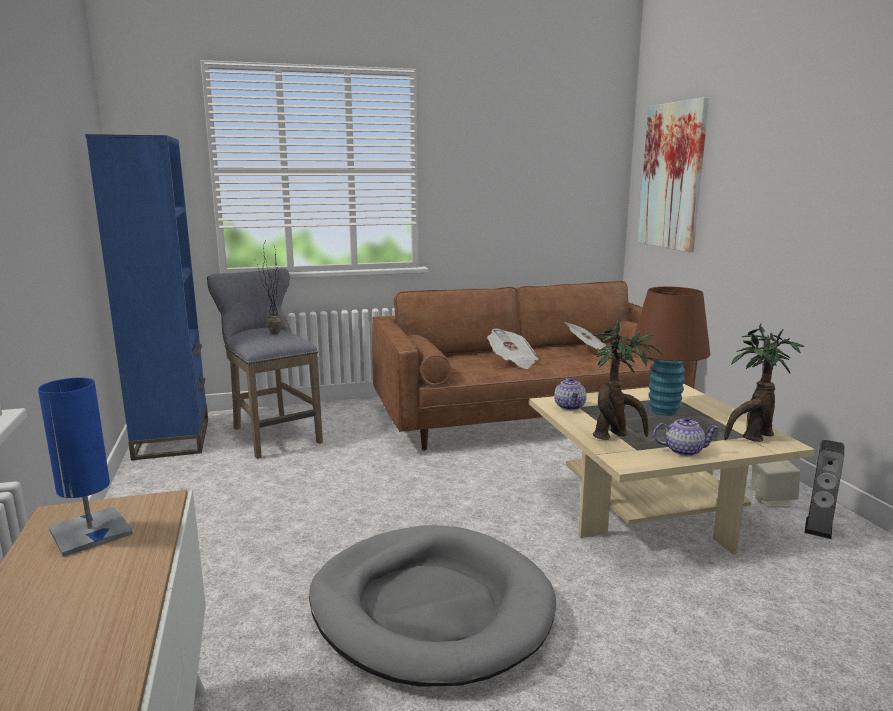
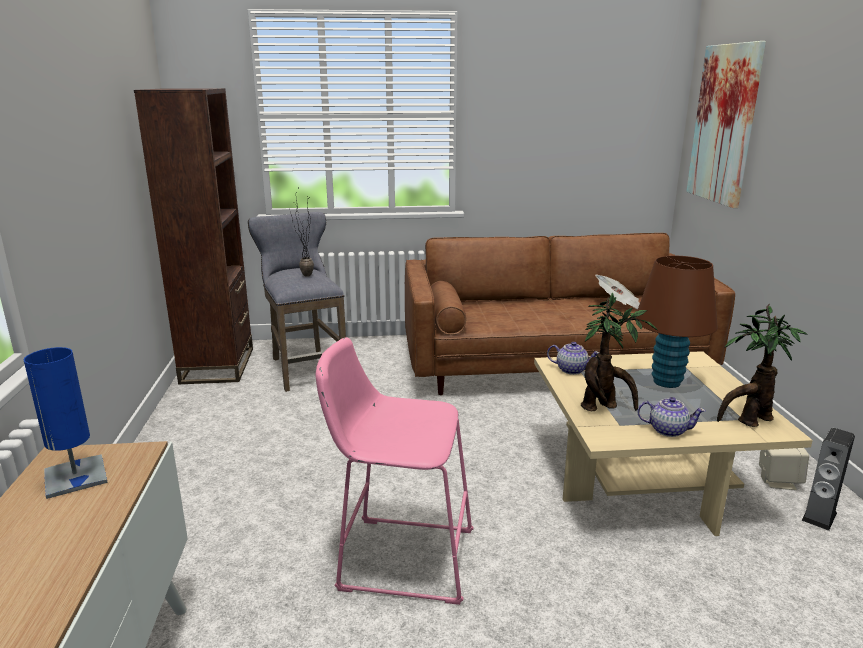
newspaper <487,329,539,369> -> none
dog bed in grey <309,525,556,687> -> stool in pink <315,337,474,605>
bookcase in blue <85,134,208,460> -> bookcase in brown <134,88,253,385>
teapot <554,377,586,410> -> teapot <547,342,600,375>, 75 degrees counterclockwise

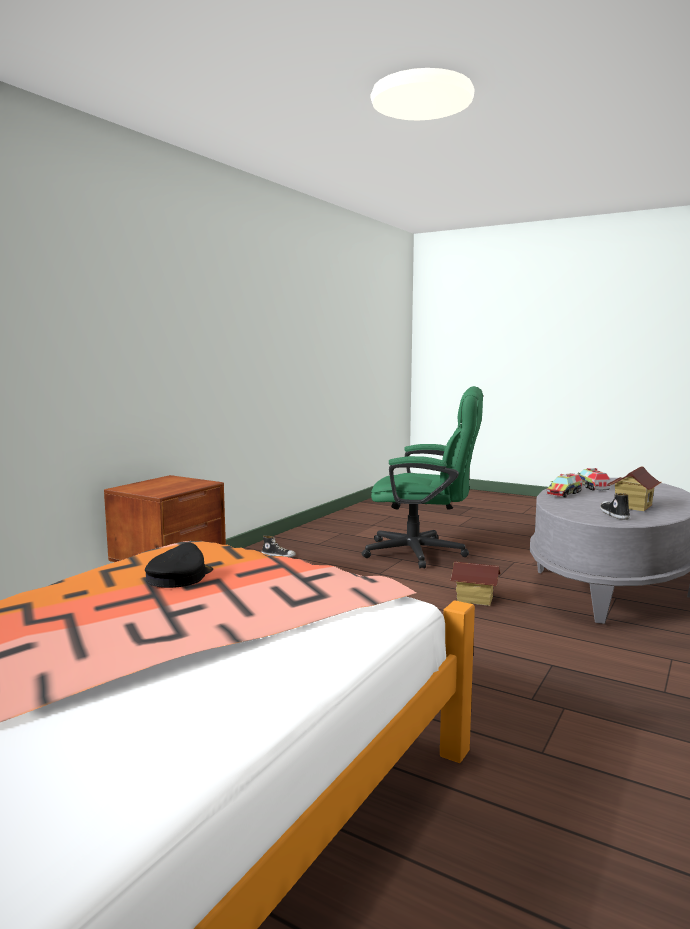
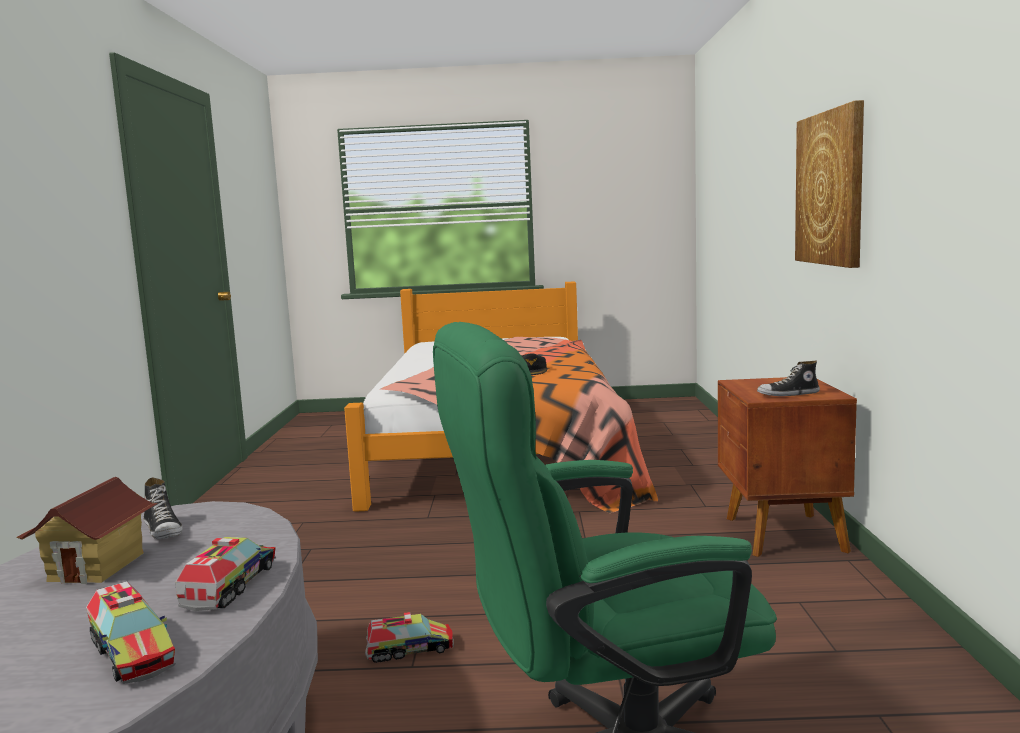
none -> picture <795,100,864,268>
shoe <262,535,296,557> -> shoe <757,360,820,396>, move
toy house <450,561,501,606> -> toy truck <365,612,454,663>

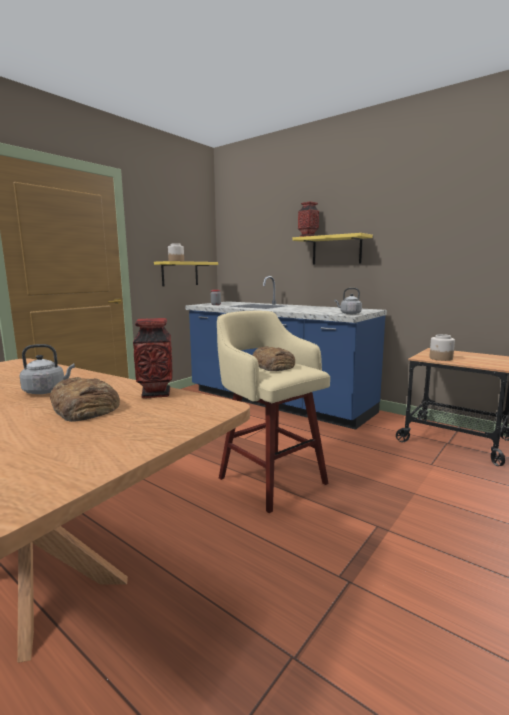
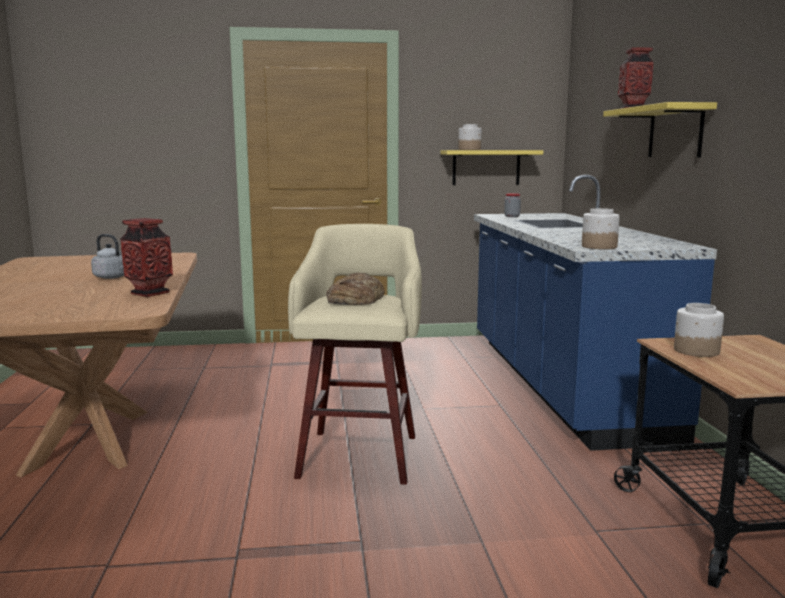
bread <50,377,120,422> -> none
kettle in grey <335,288,362,314> -> jar <582,208,620,249>

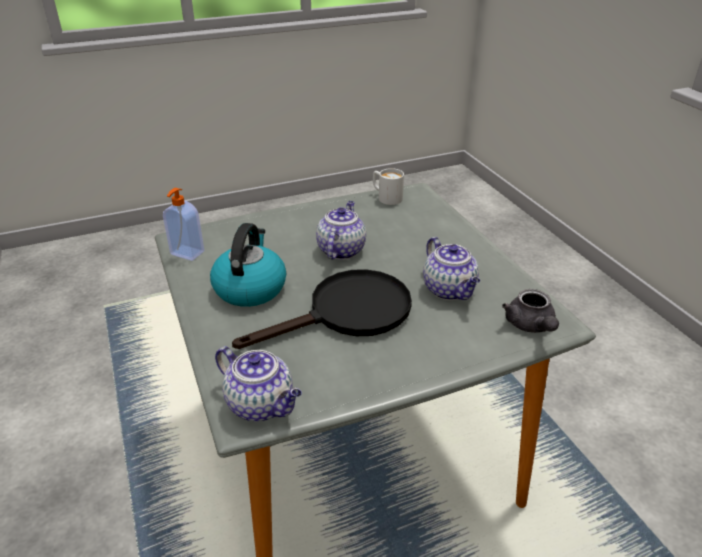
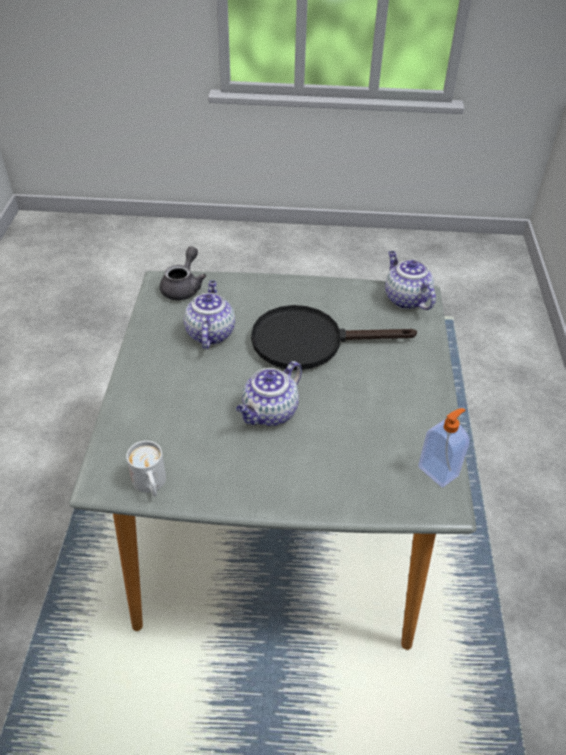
kettle <210,223,286,307> -> none

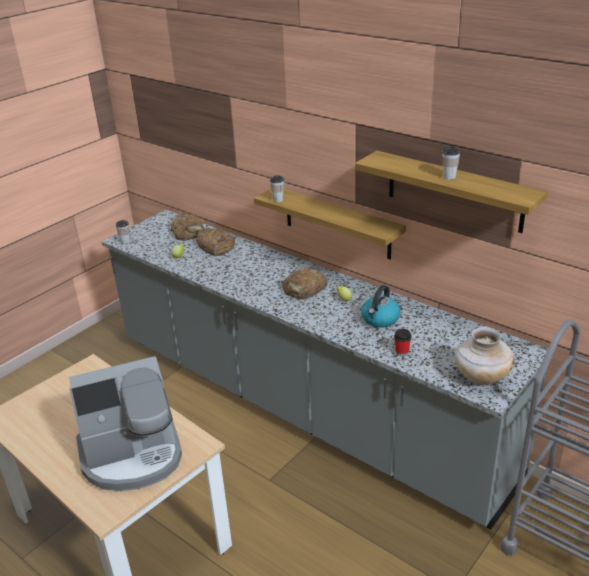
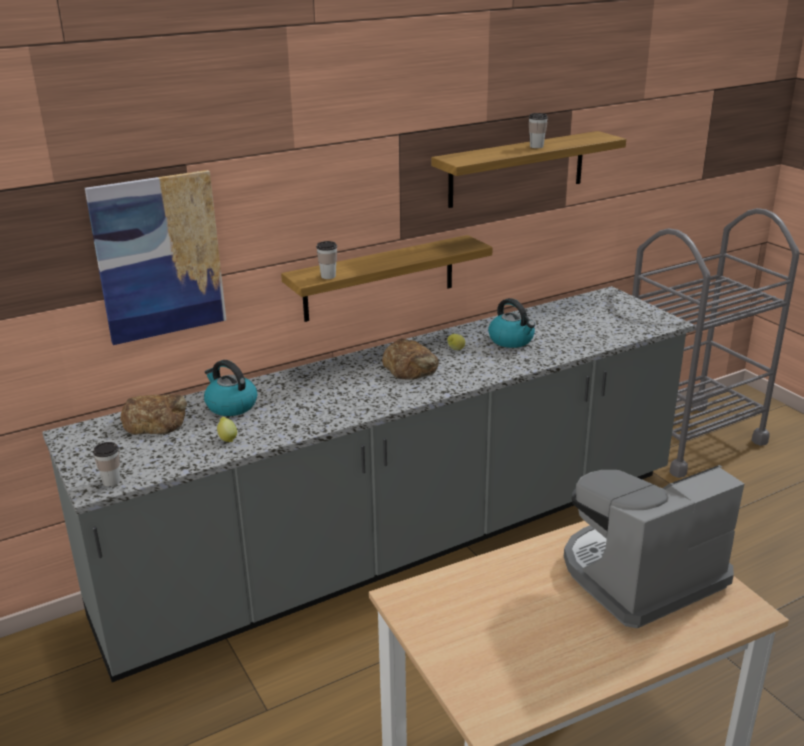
cup <394,329,411,356> -> none
vase in beige <454,327,515,385> -> none
none -> picture <85,170,226,345>
bread <196,228,235,256> -> kettle <204,360,257,416>
coffee machine <69,356,182,491> -> coffee machine <564,465,744,628>, 120 degrees counterclockwise

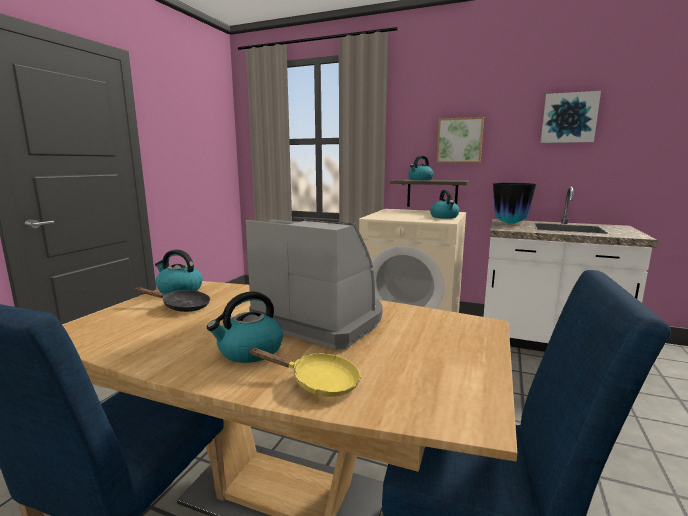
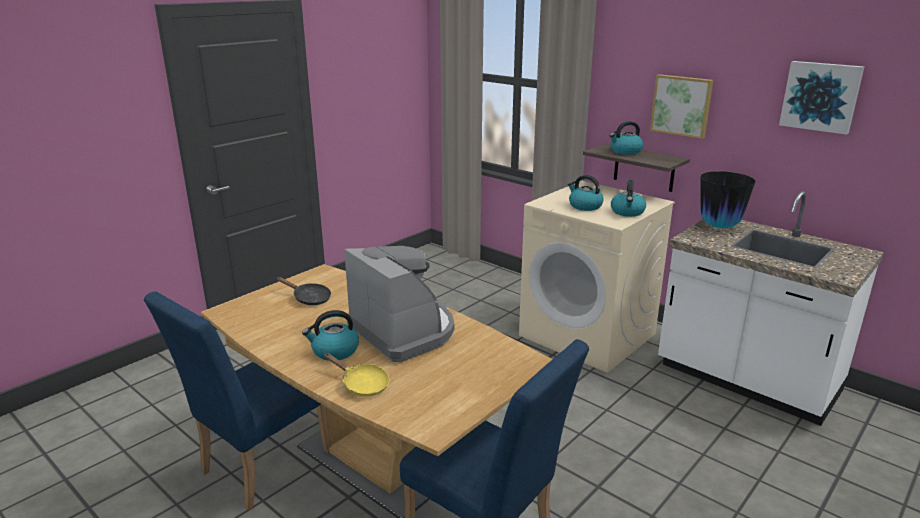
kettle <155,250,203,295> -> kettle <568,175,604,211>, move

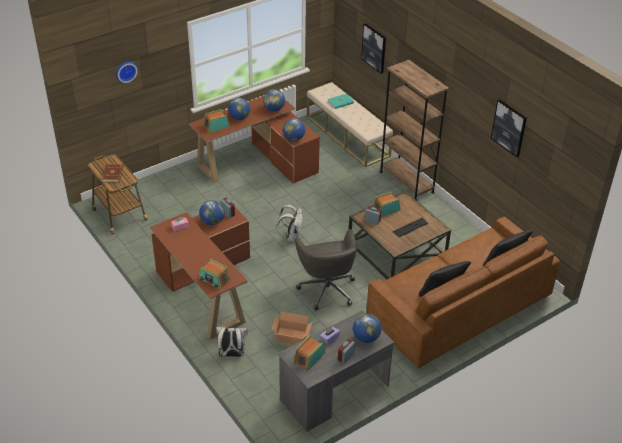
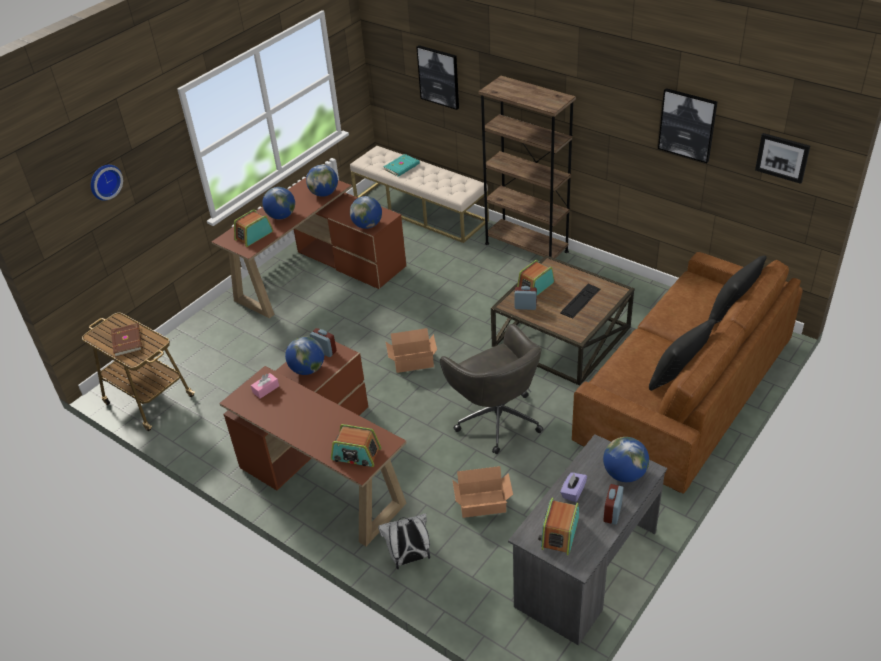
none -> picture <755,133,810,184>
backpack in white <276,205,303,242> -> cardboard box <386,328,437,373>

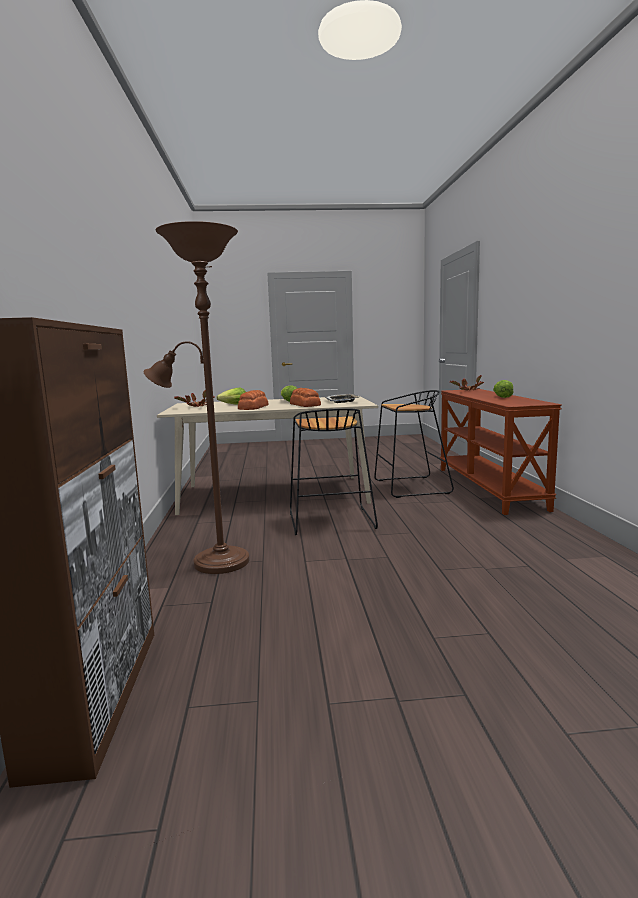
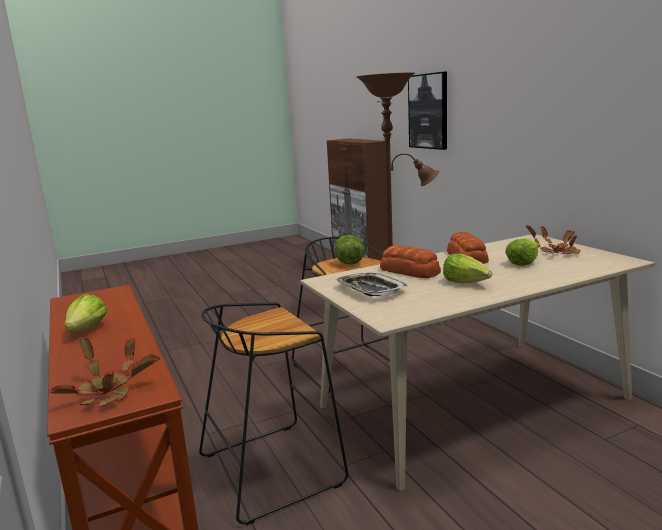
none -> lettuce <335,235,365,265>
none -> picture <408,71,447,150>

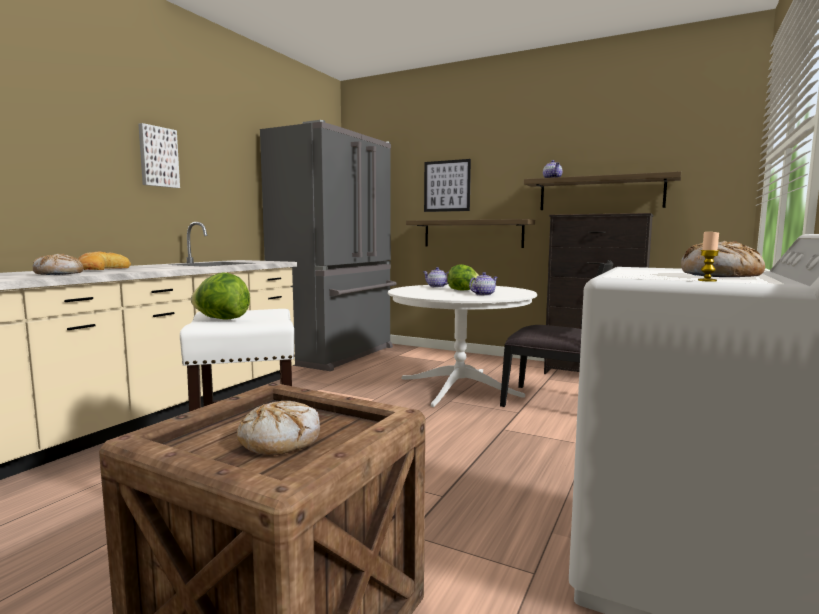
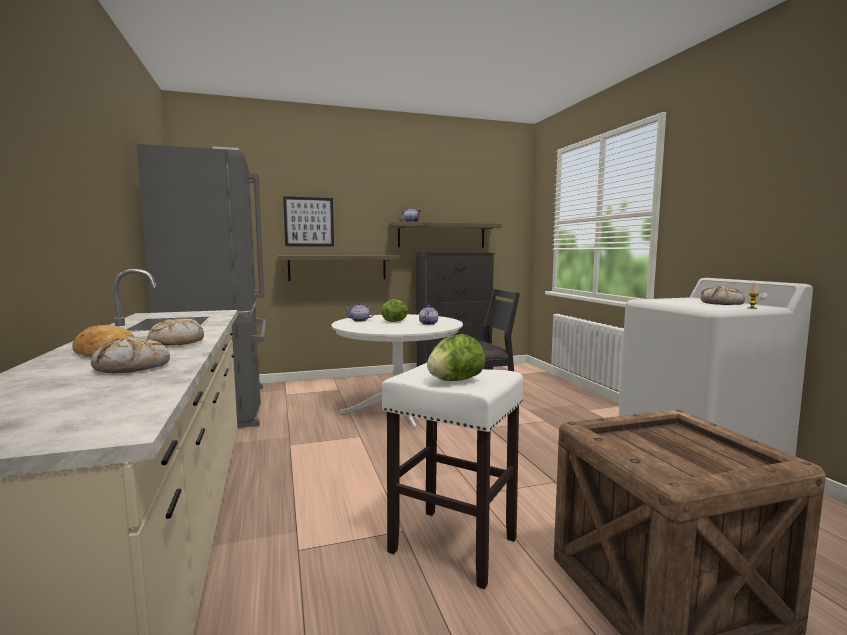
picture <138,123,180,188> -> none
bread <237,401,320,455> -> bread <148,319,204,345>, move

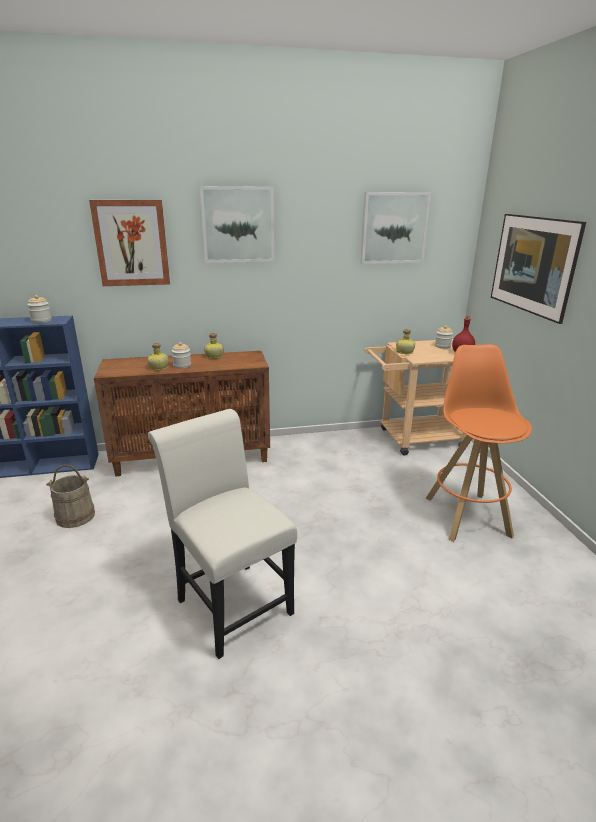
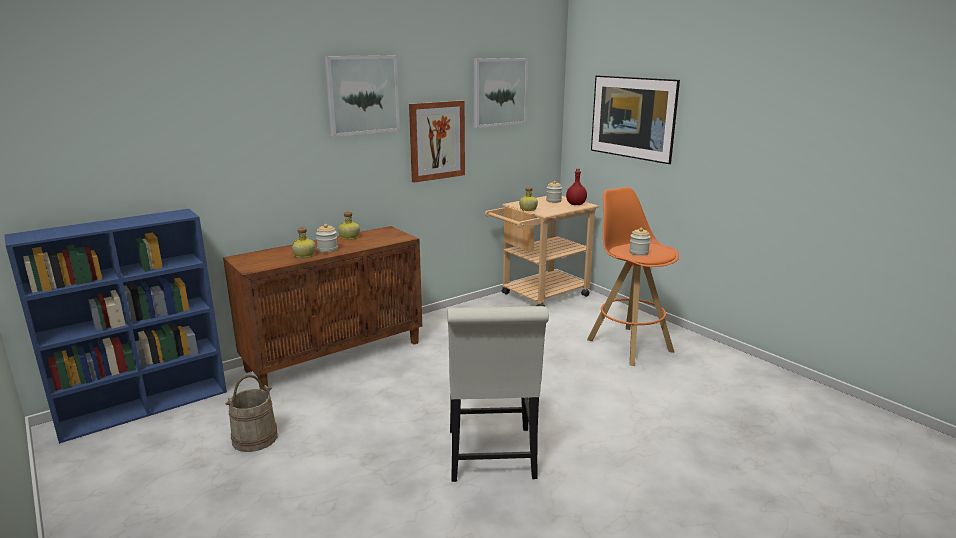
jar <27,295,52,323> -> jar <629,228,650,256>, move
picture <89,200,170,286> -> picture <409,101,465,183>, move
chair in white <148,409,297,659> -> chair in white <447,306,549,482>, 120 degrees counterclockwise

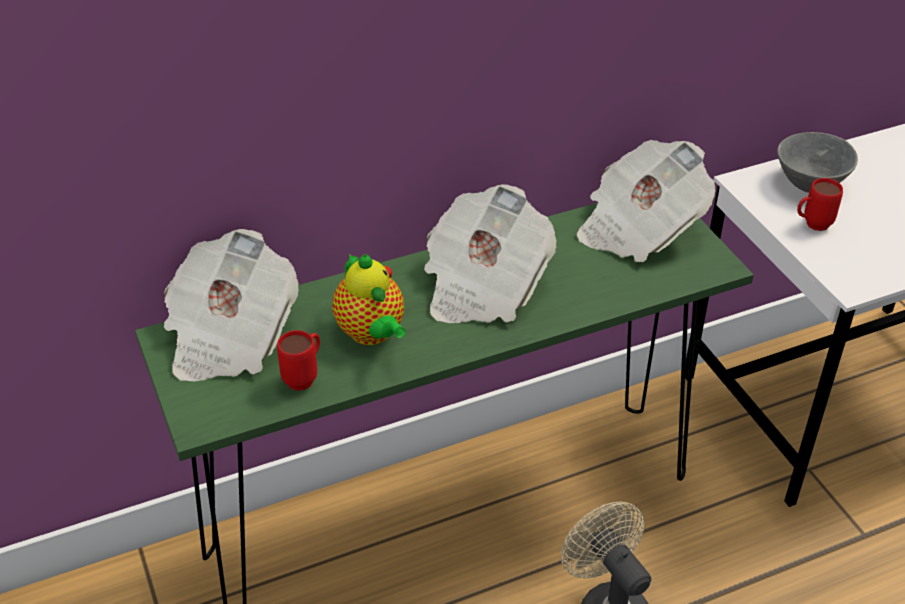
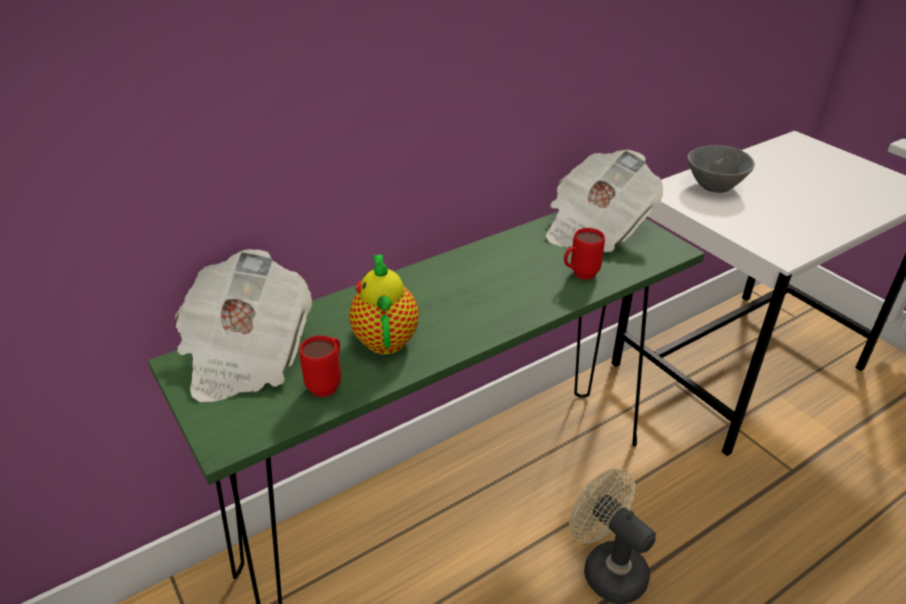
newspaper <424,184,557,323> -> none
mug in red <797,178,843,231> -> mug in red <564,228,605,280>, move
teapot <333,254,406,345> -> teapot <349,254,419,354>, 150 degrees counterclockwise

